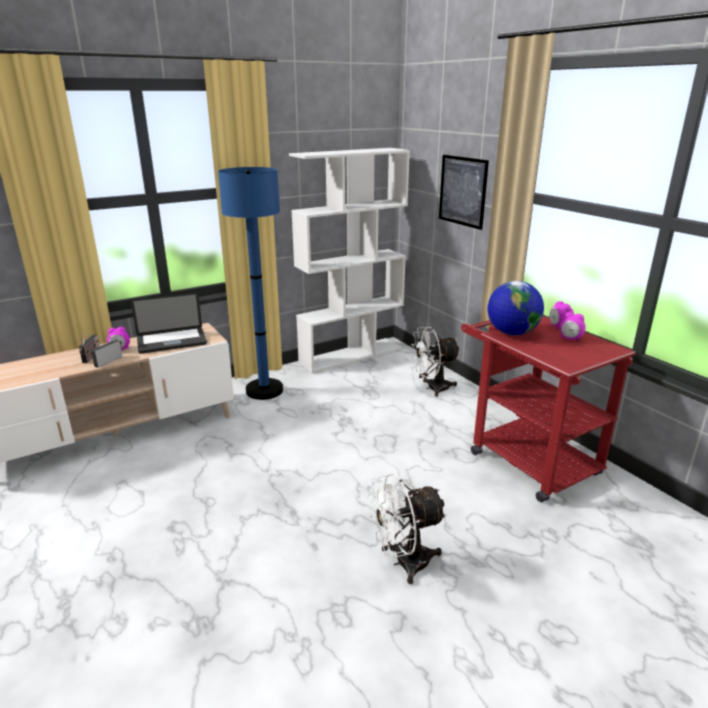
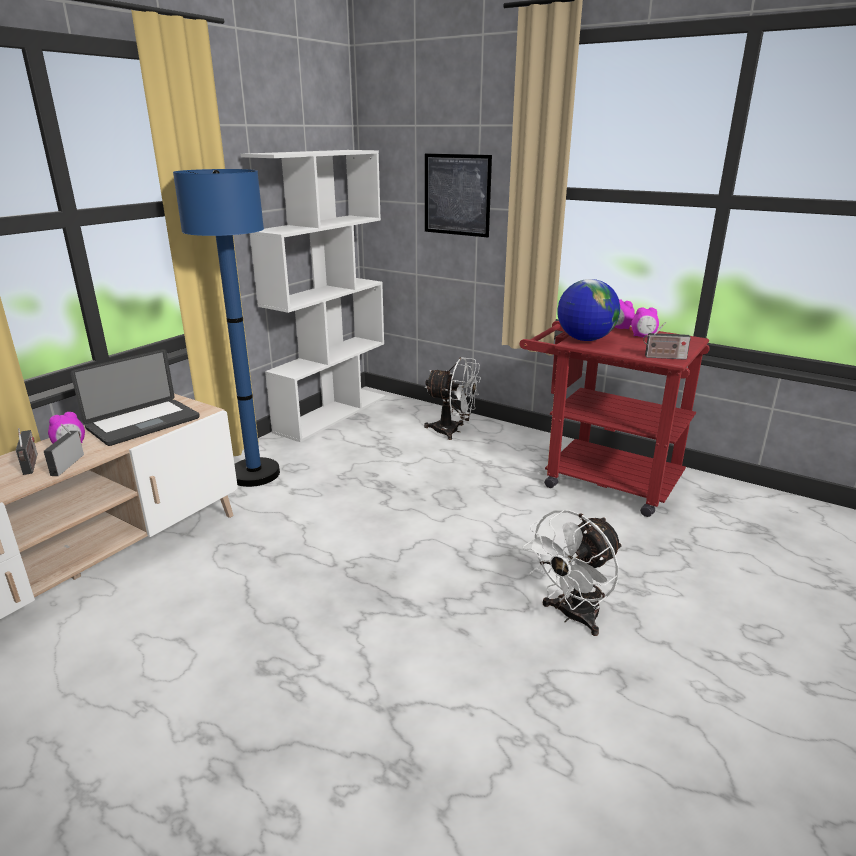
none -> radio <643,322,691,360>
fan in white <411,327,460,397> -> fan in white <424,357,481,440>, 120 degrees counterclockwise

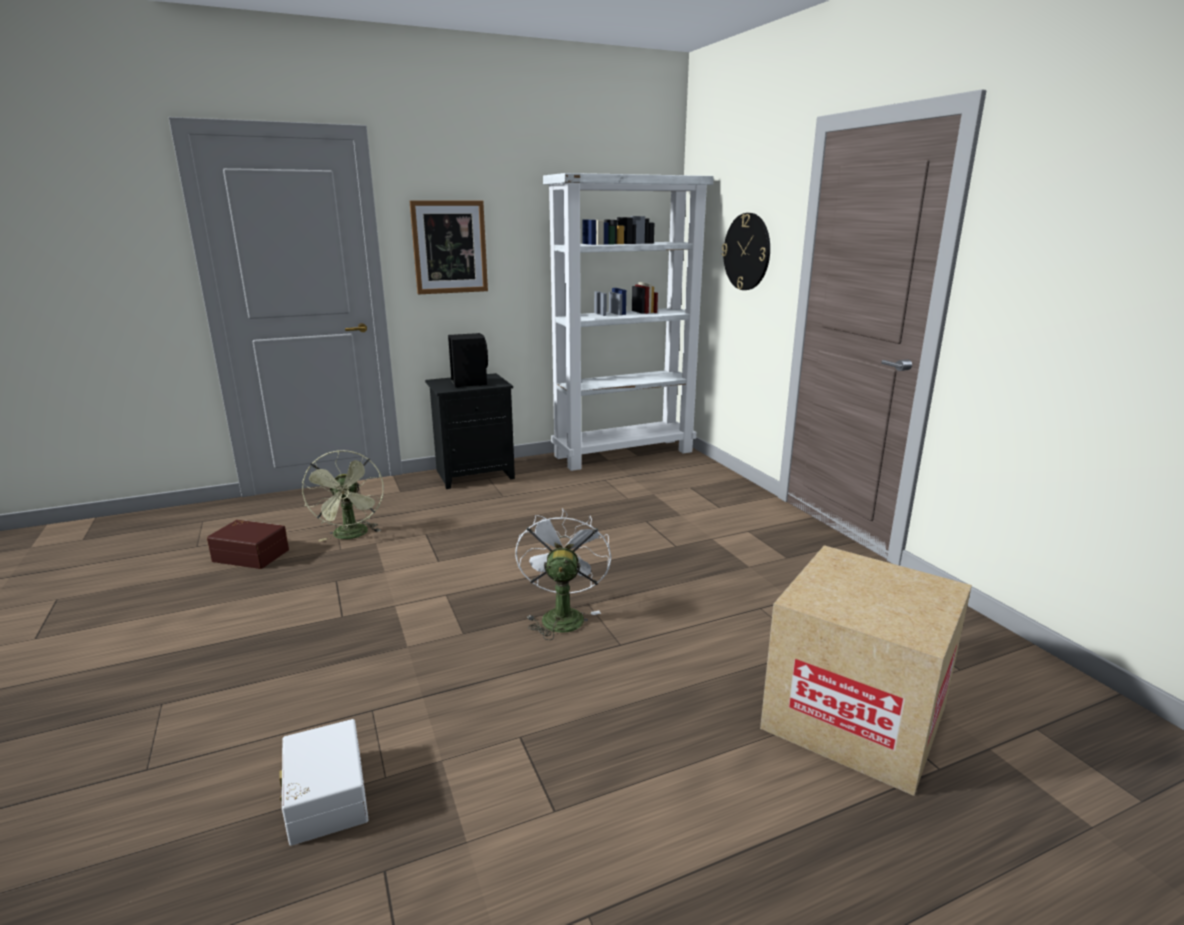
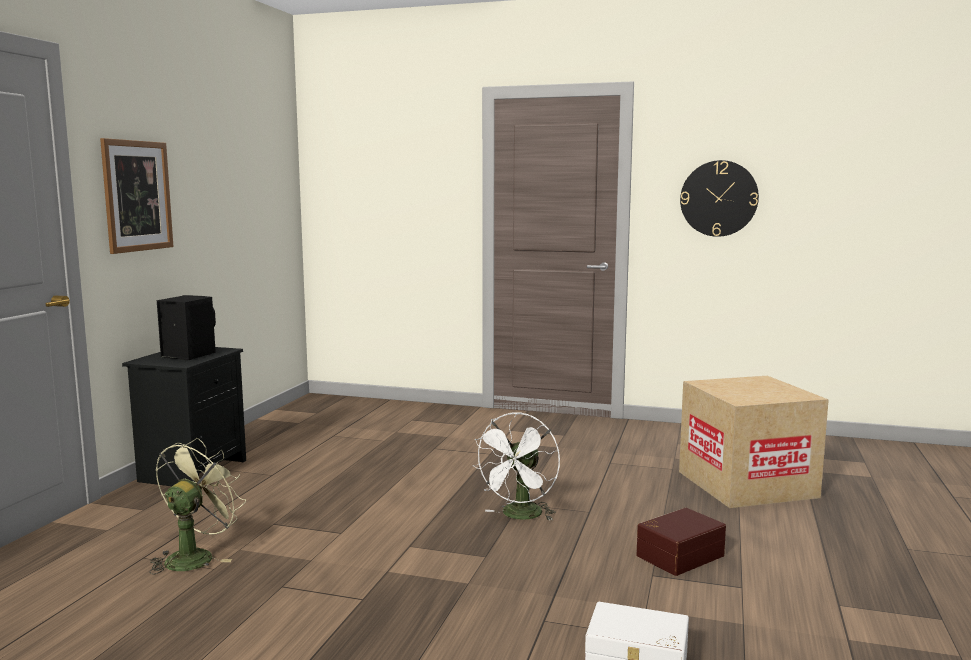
bookcase in white <543,173,714,471> -> none
storage box in brown <207,520,289,569> -> storage box in brown <636,508,726,576>, move
wall clock <722,213,770,290> -> wall clock <680,160,759,237>, move
fan in green <301,450,384,541> -> fan in green <149,438,246,575>, 90 degrees counterclockwise
fan in white <515,508,611,640> -> fan in white <472,412,560,521>, 105 degrees counterclockwise

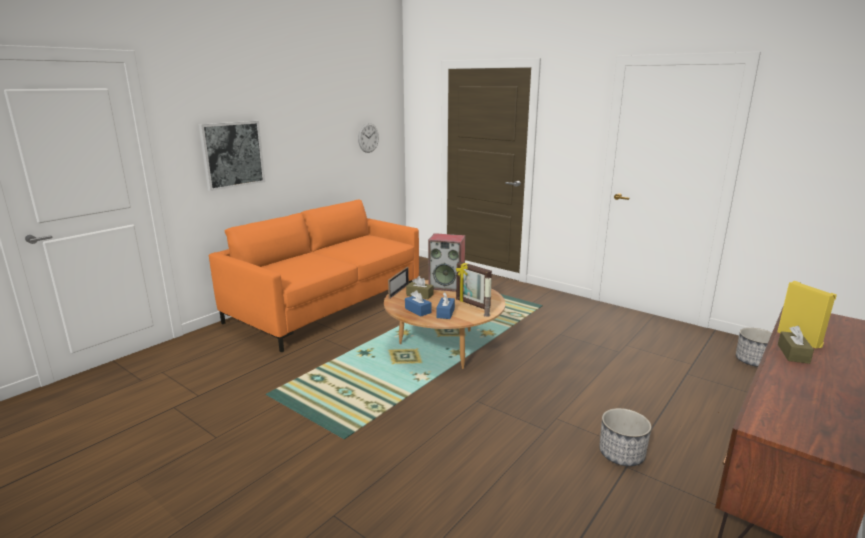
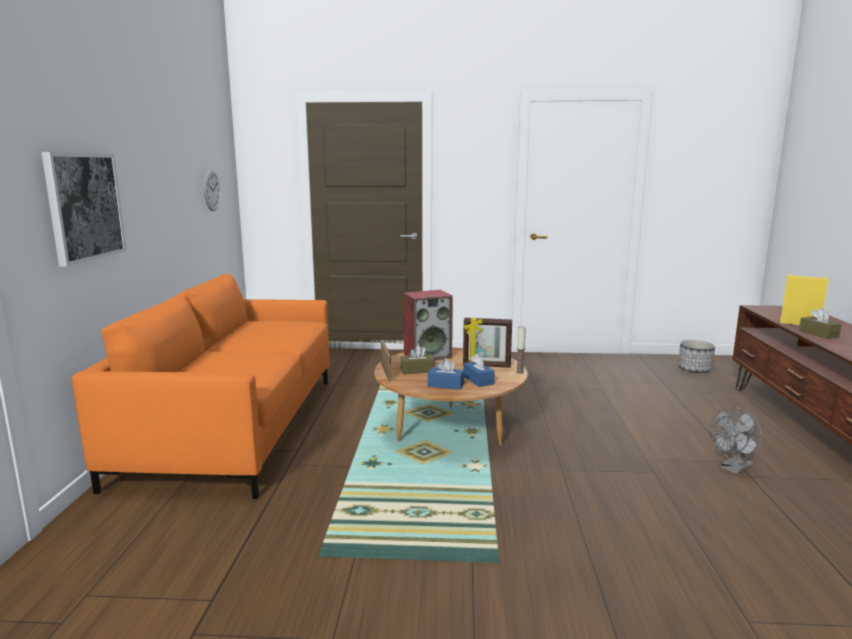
planter <599,408,651,466> -> fan in grey <710,407,762,474>

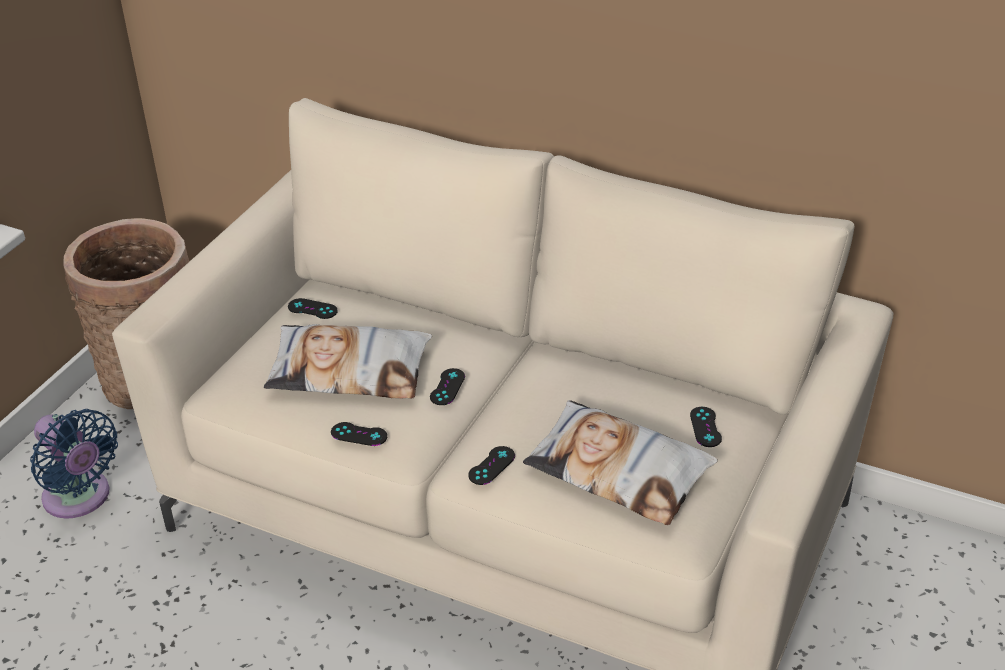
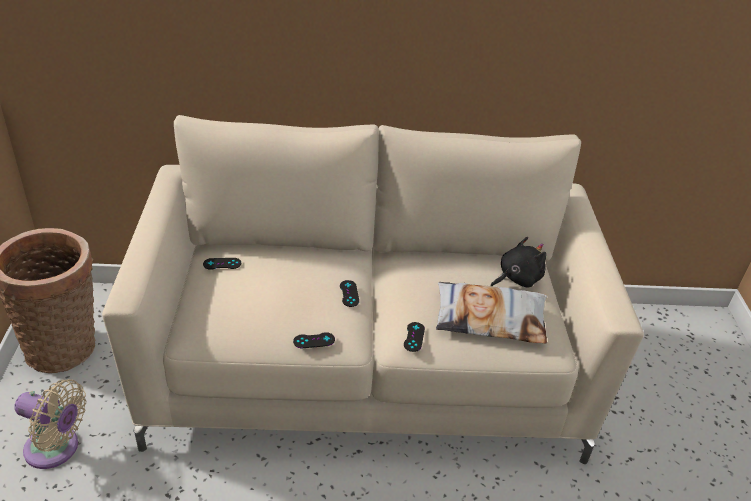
pillow <264,324,432,399> -> none
game controller in black <690,407,722,447> -> plush toy in black <490,237,546,288>
fan in blue <30,409,118,519> -> fan in beige <14,379,86,469>

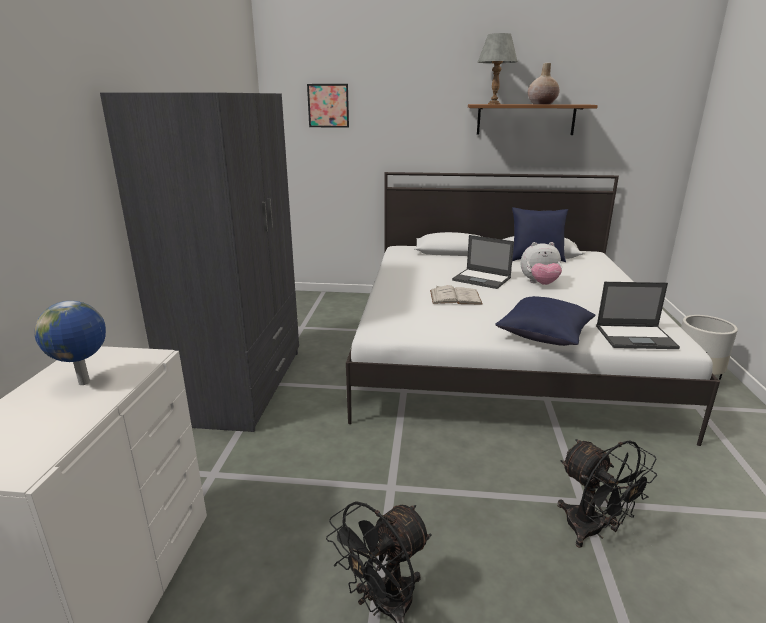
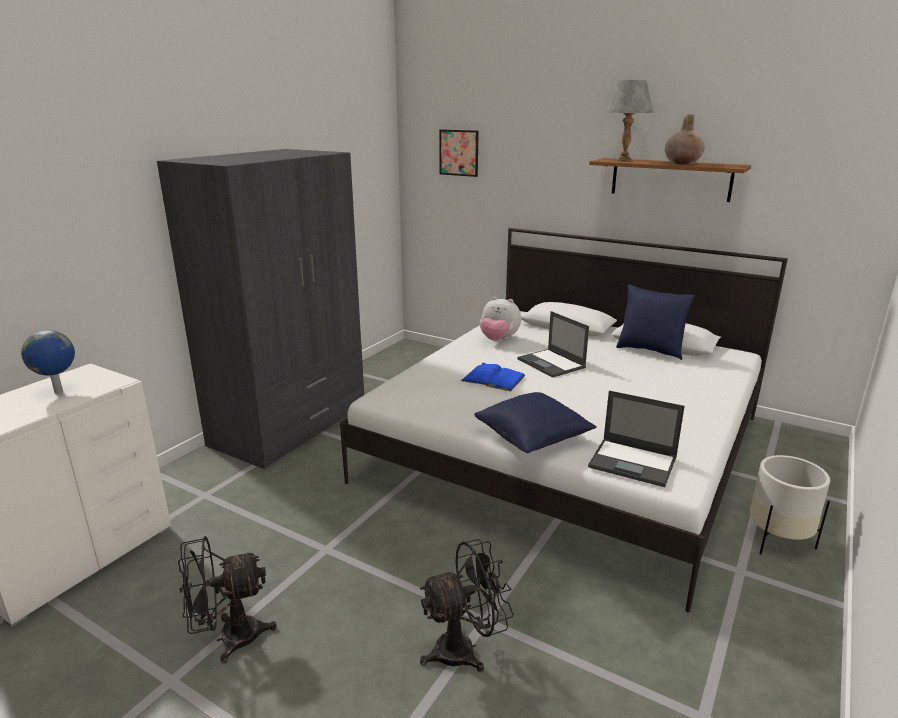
plush toy <521,242,562,285> -> plush toy <480,297,521,341>, move
book in white <430,285,482,304> -> book in blue <461,363,525,391>
fan in black <557,439,657,548> -> fan in black <420,539,514,672>, 105 degrees counterclockwise

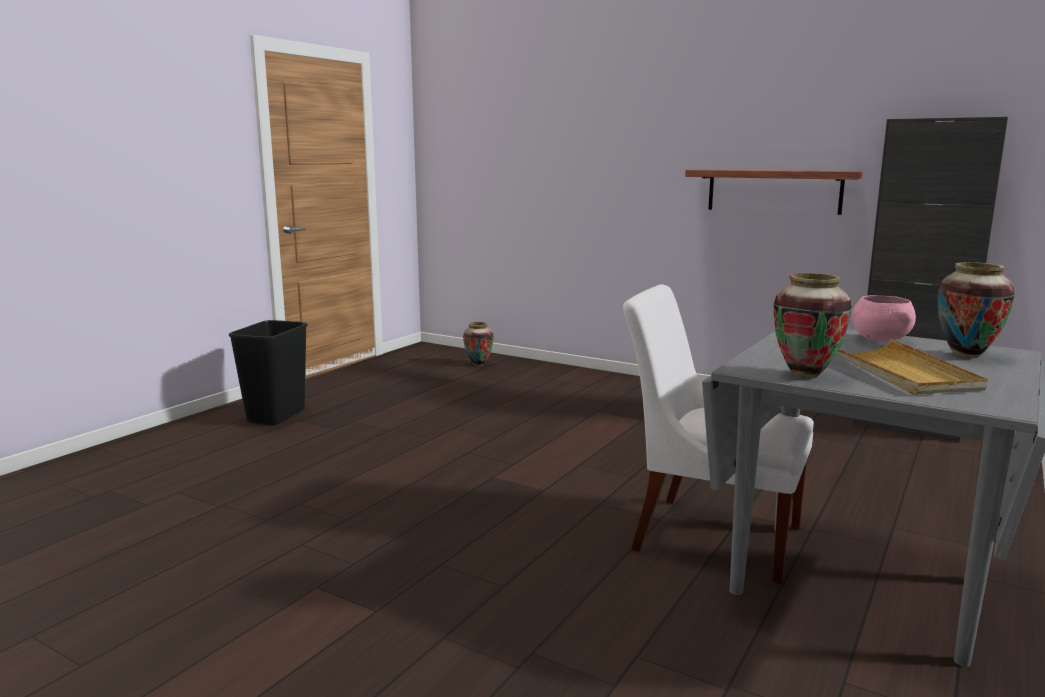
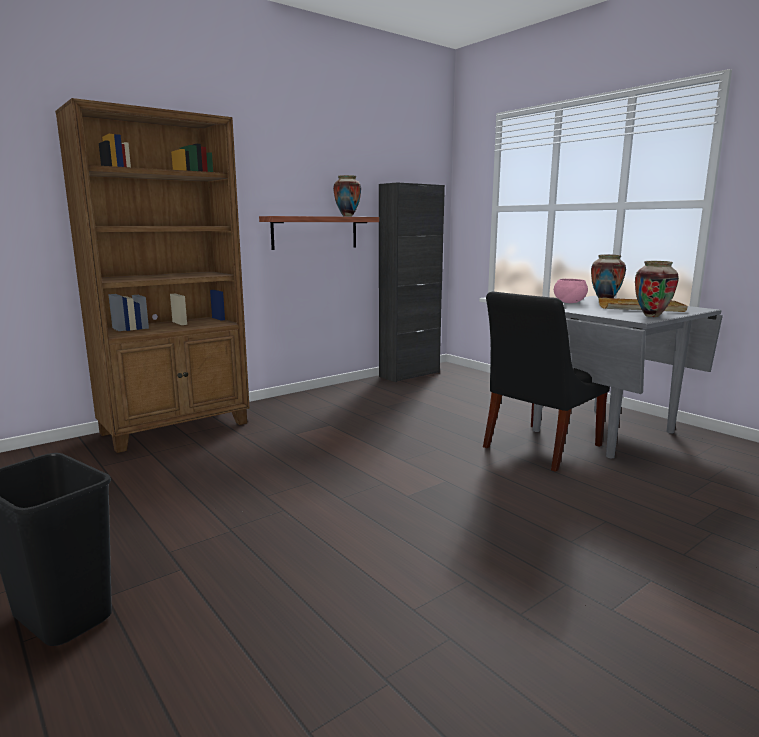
none -> bookcase in brown <55,98,250,453>
vase <463,322,494,366> -> vase <333,175,361,217>, move
chair in white <623,285,814,584> -> chair in black <483,291,610,472>

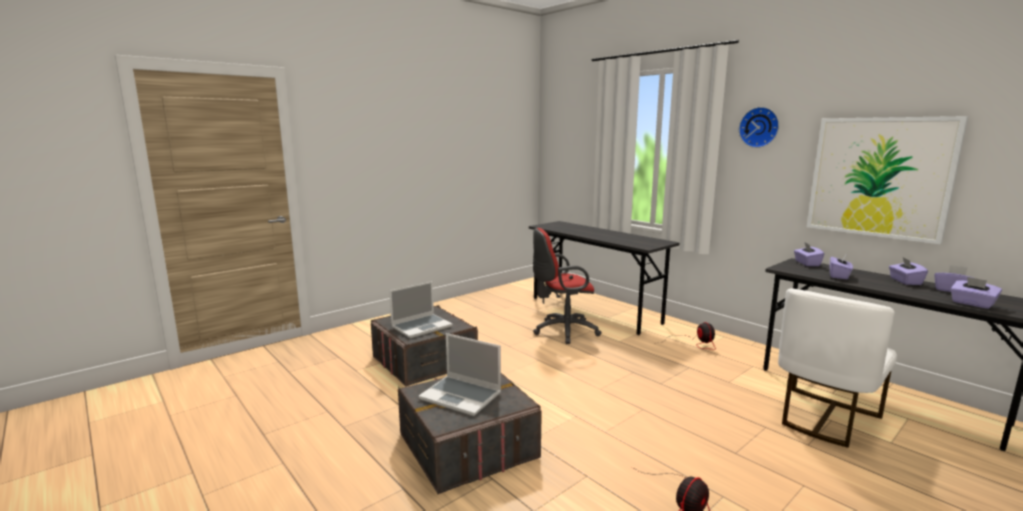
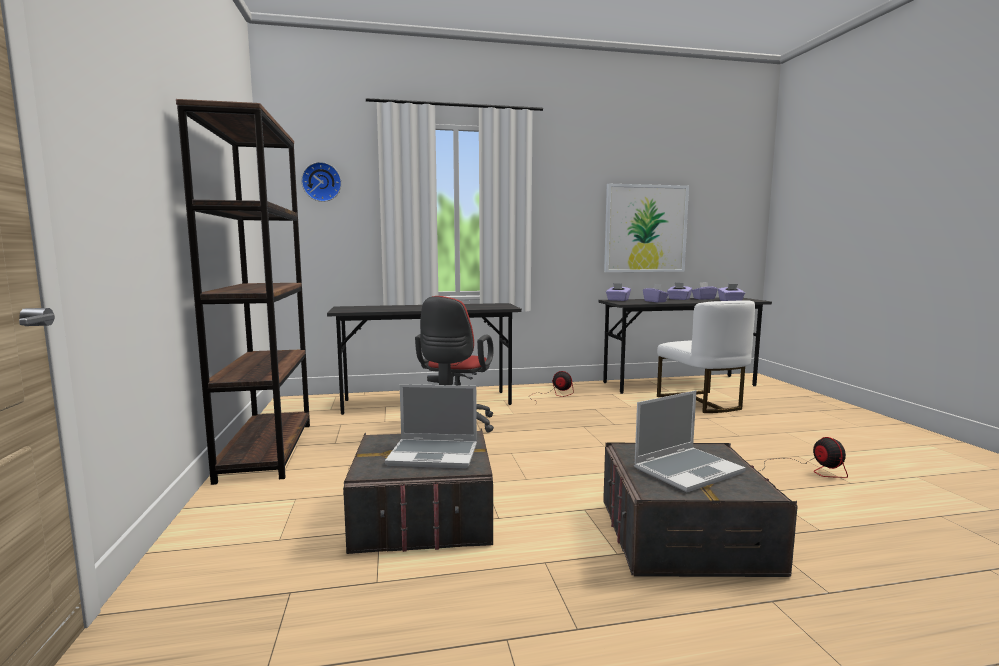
none -> bookcase in brown <176,99,310,485>
wall clock <739,107,779,148> -> wall clock <301,162,342,202>, move
laptop <389,281,453,338> -> laptop <385,384,477,468>, 105 degrees clockwise

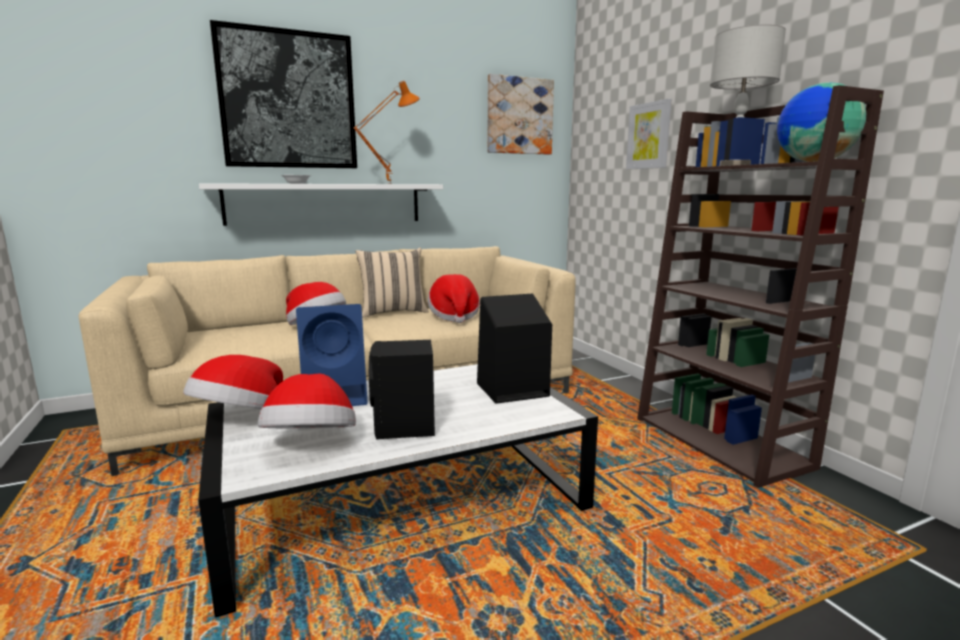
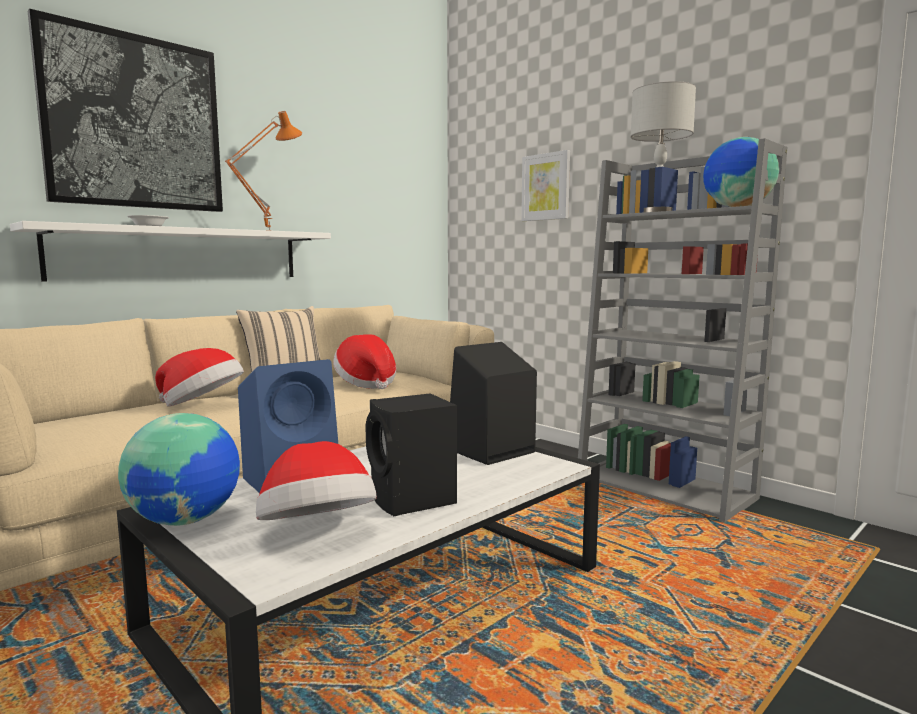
picture <488,74,554,155> -> none
hat <183,355,283,409> -> globe <118,413,240,526>
bookcase in brown <637,85,884,488> -> bookcase in grey <578,138,787,522>

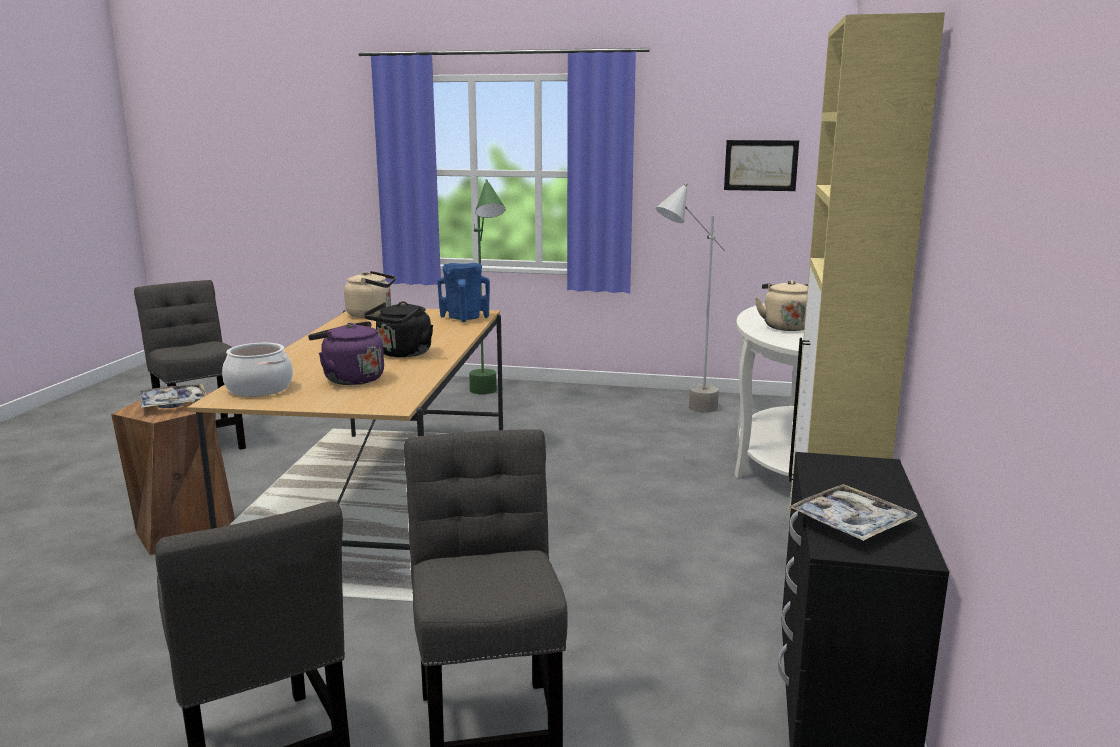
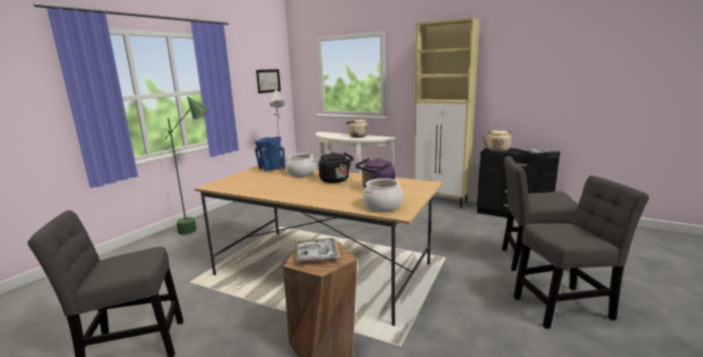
none -> cooking pot <285,153,317,177>
kettle in beige <344,271,396,318> -> kettle in beige <482,129,511,152>, move

